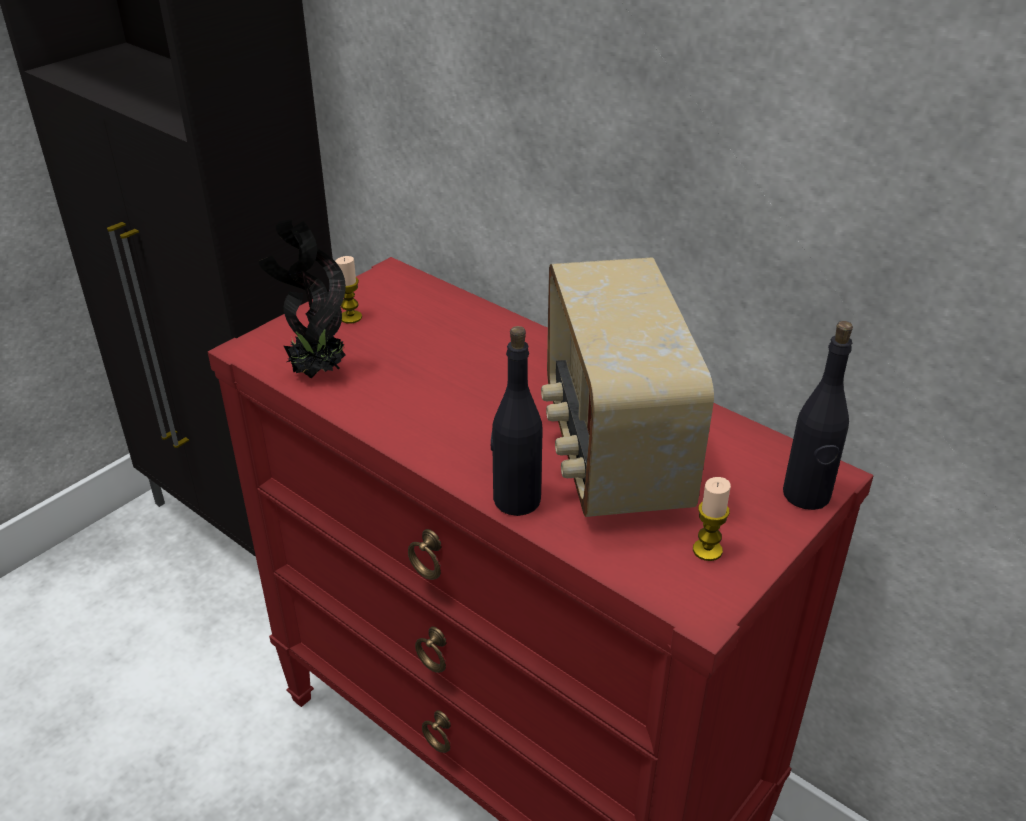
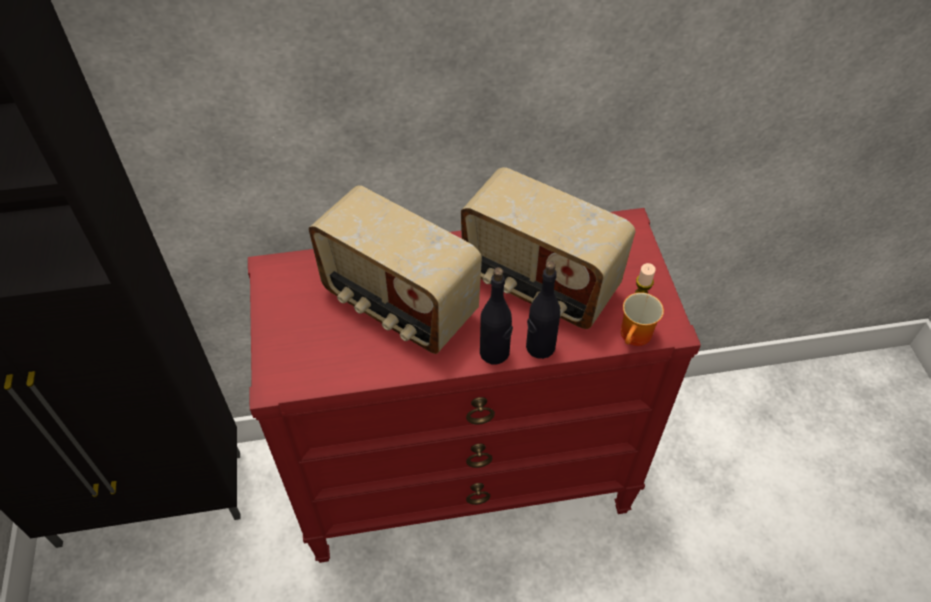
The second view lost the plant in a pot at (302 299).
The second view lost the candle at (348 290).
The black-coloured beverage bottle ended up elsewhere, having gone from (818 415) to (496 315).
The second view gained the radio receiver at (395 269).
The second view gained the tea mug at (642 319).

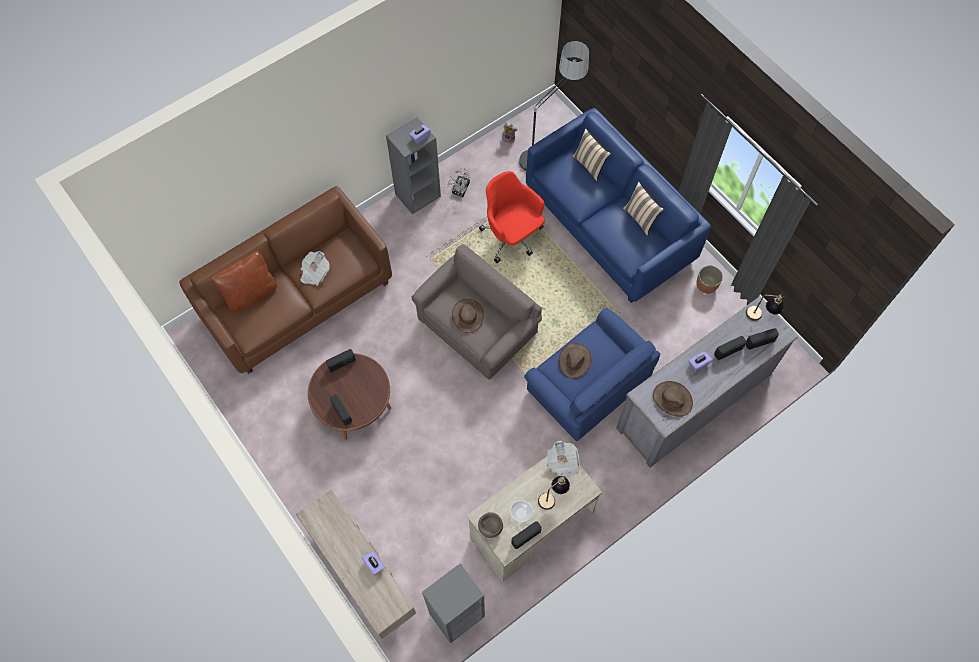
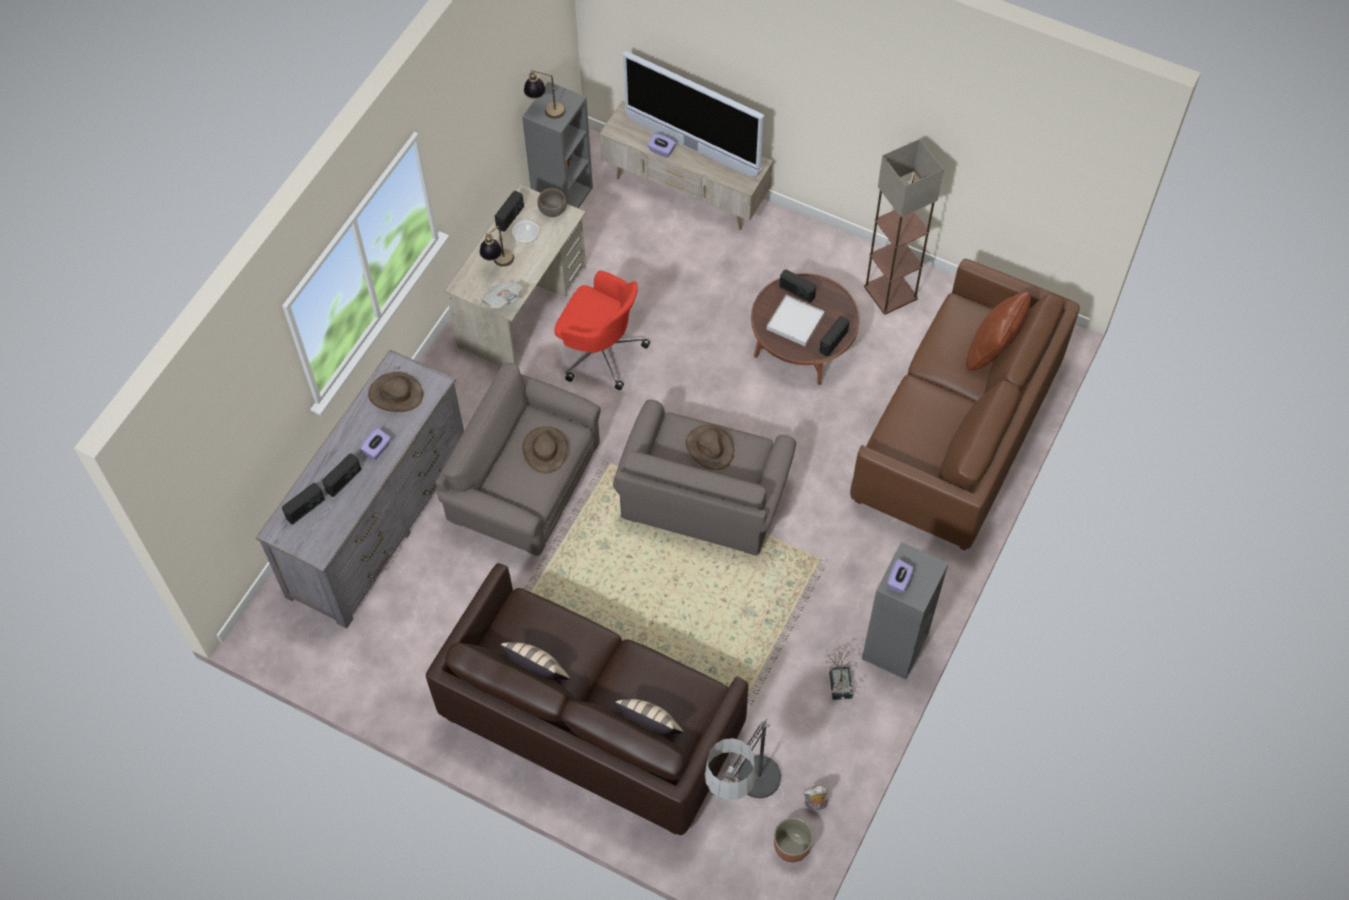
What was the blue couch at (618 205) turned into the brown-coloured couch at (587 699).
The red desk chair ended up elsewhere, having gone from (512 217) to (602 330).
The second view lost the printed paper at (315 268).
The plant pot ended up elsewhere, having gone from (710 279) to (793 840).
The tabletop lamp ended up elsewhere, having gone from (765 308) to (545 94).
What was the blue lounge chair at (592 374) turned into the gray lounge chair at (518 459).
The second view gained the TV at (693 114).
The second view gained the standard lamp at (904 227).
The second view gained the white carrying tray at (796 320).

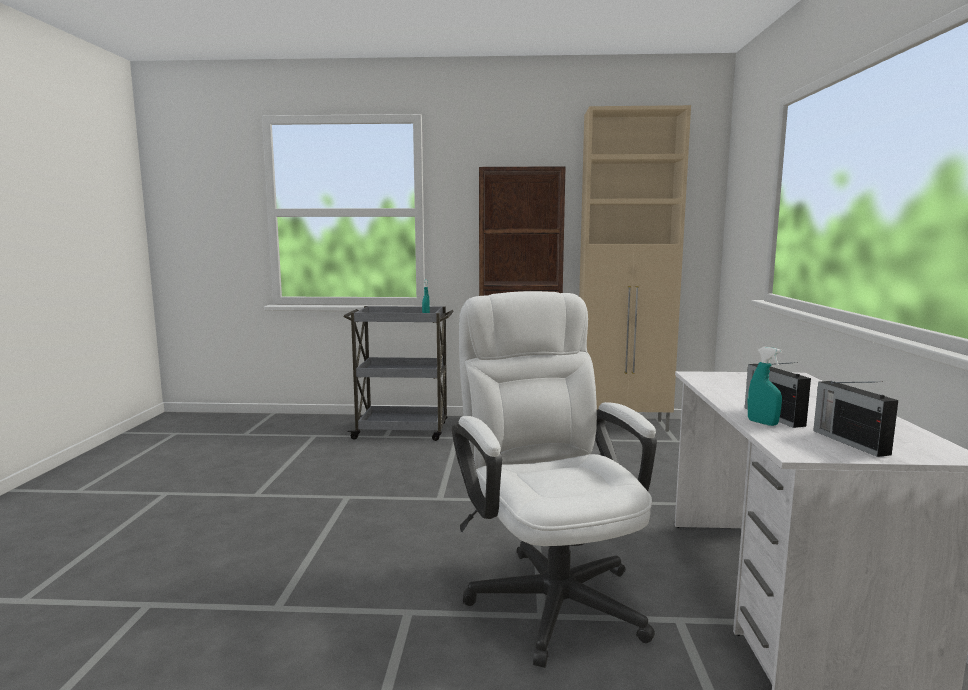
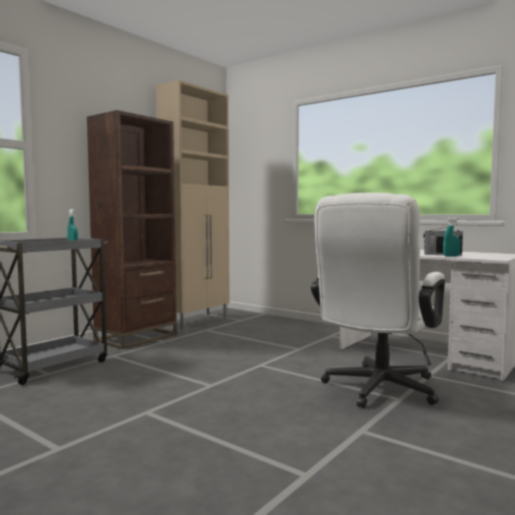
The white desk chair at (554 479) ended up facing another way, 75 degrees counterclockwise from before.
The second view lost the radio receiver at (855 419).

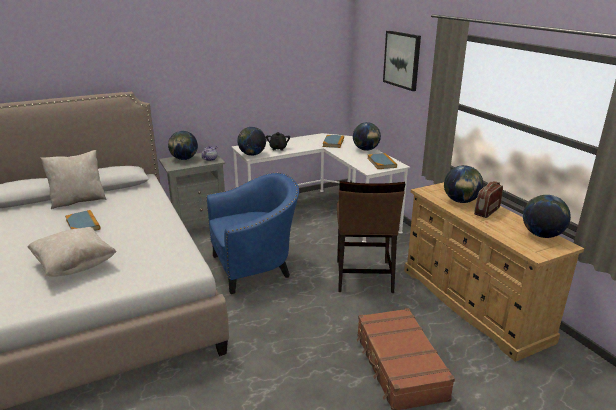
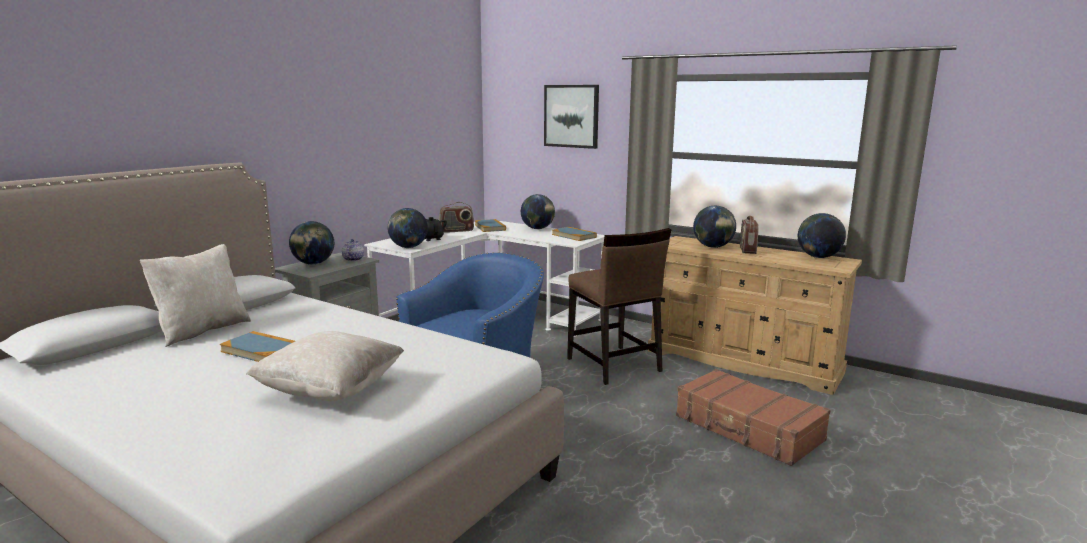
The second view gained the radio receiver at (456 217).

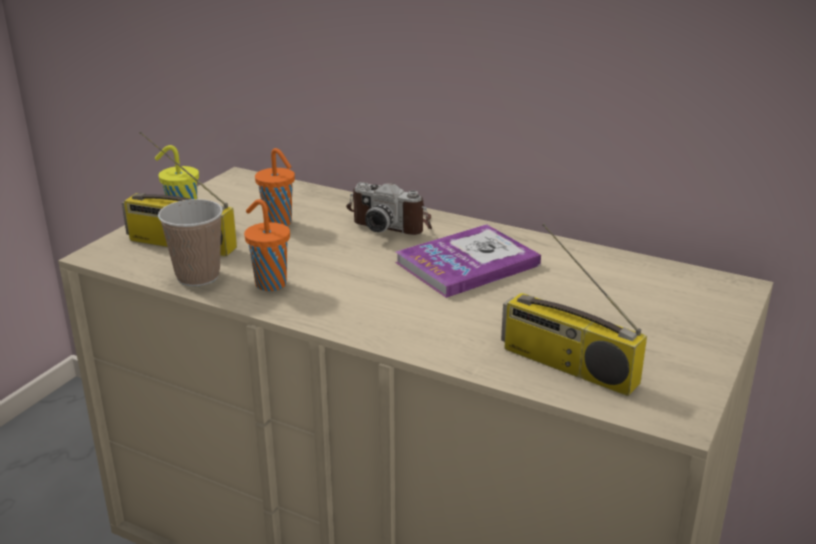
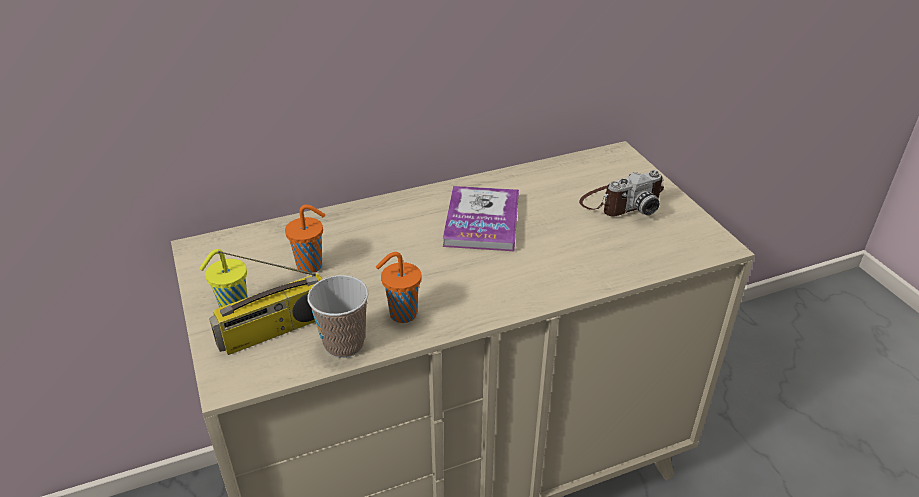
The photo camera ended up elsewhere, having gone from (389 208) to (621 193).
The second view lost the radio receiver at (574 310).

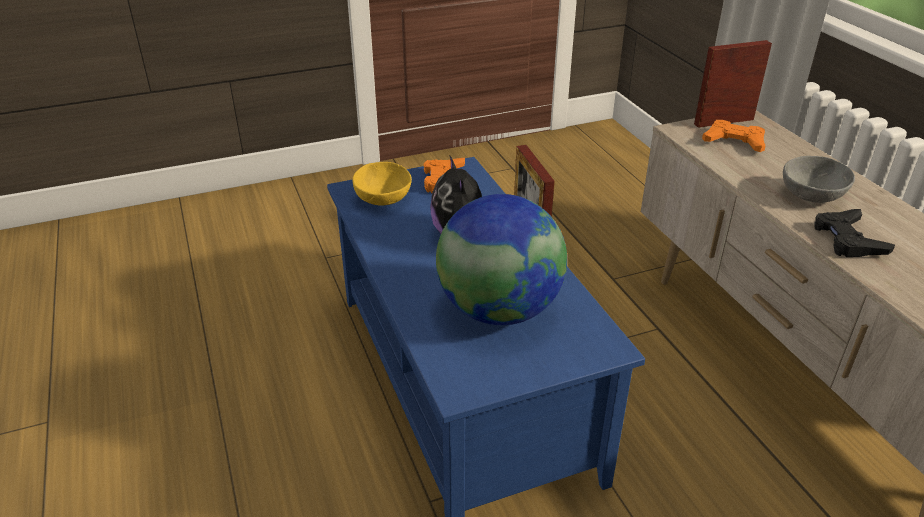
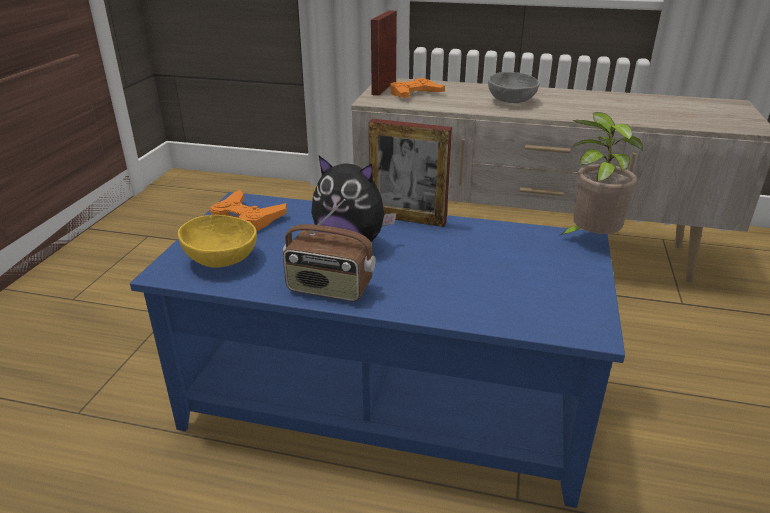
The second view lost the globe at (501 259).
The second view lost the black-coloured gamepad at (854 233).
The second view gained the plant in a pot at (601 174).
The second view gained the radio receiver at (329 250).

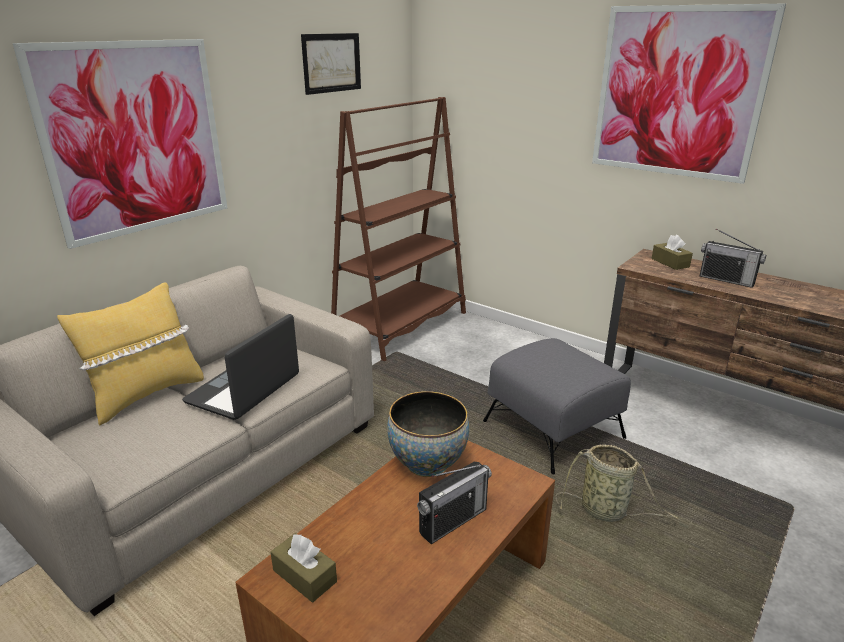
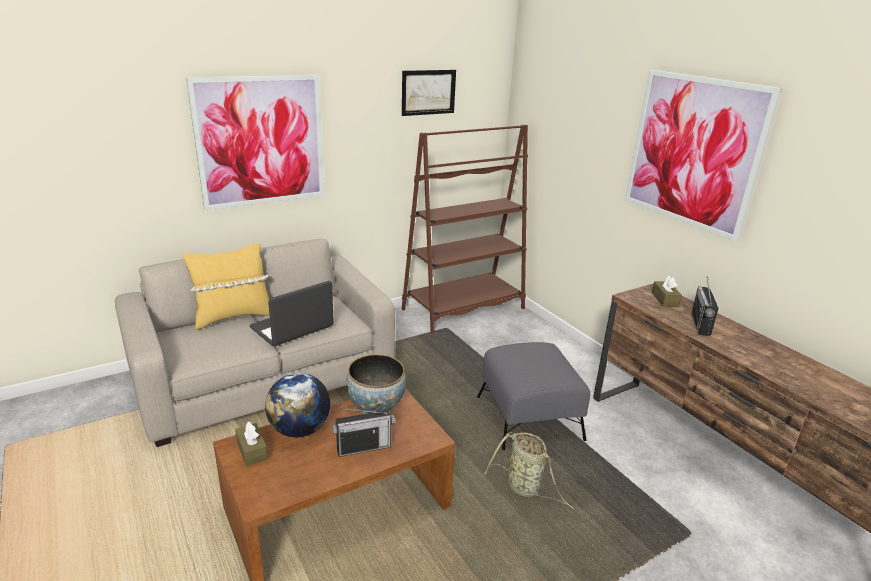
The radio receiver at (733 258) ended up facing another way, 45 degrees clockwise from before.
The second view gained the globe at (297 405).

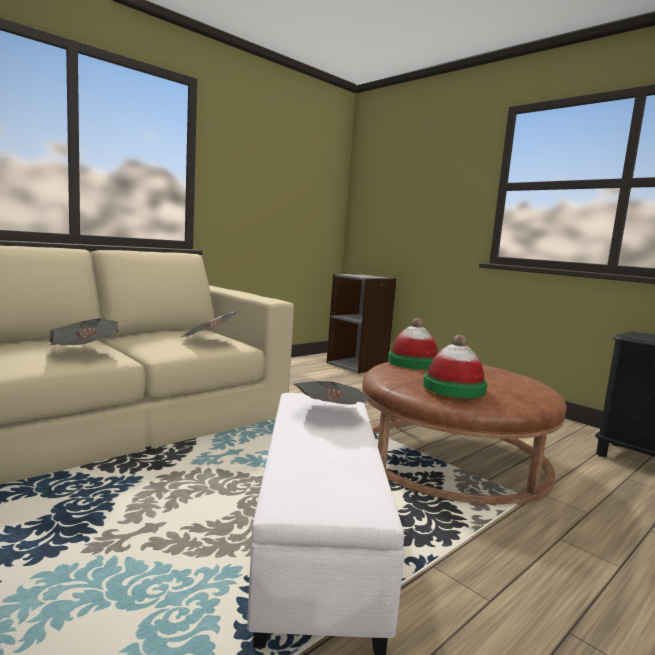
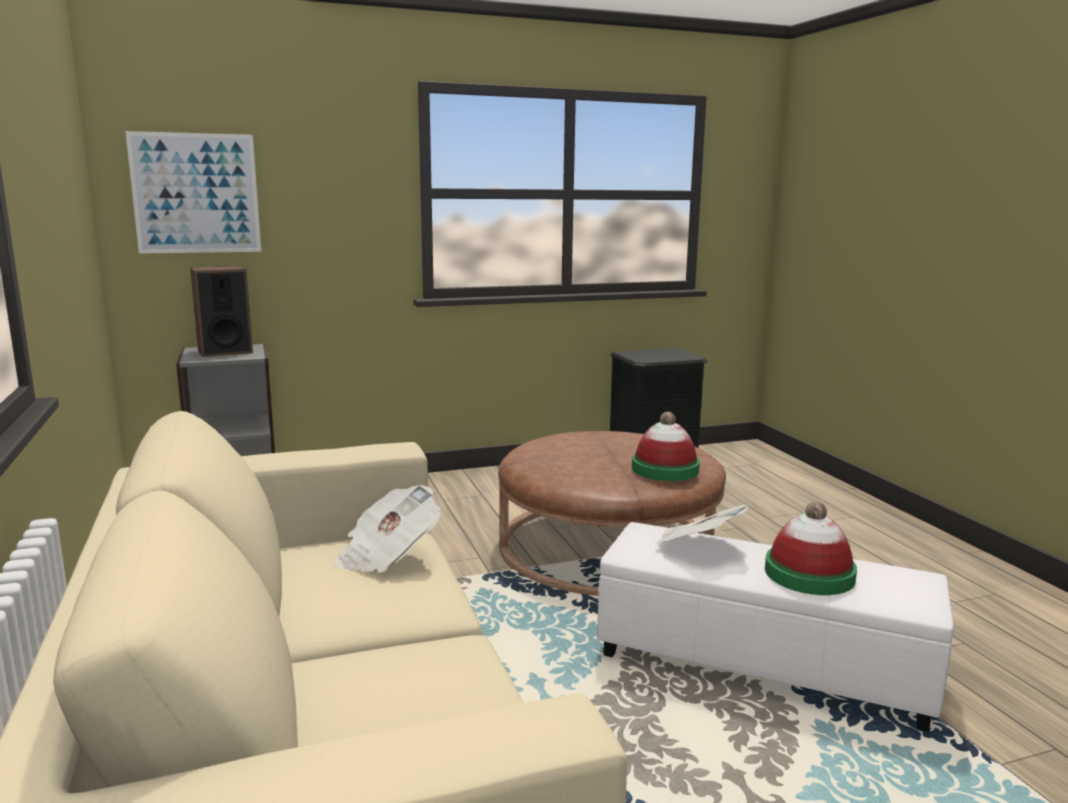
The second view lost the printed paper at (83 331).
The wearable hat ended up elsewhere, having gone from (413 344) to (811 548).
The second view gained the wall art at (193 192).
The second view gained the loudspeaker at (221 311).

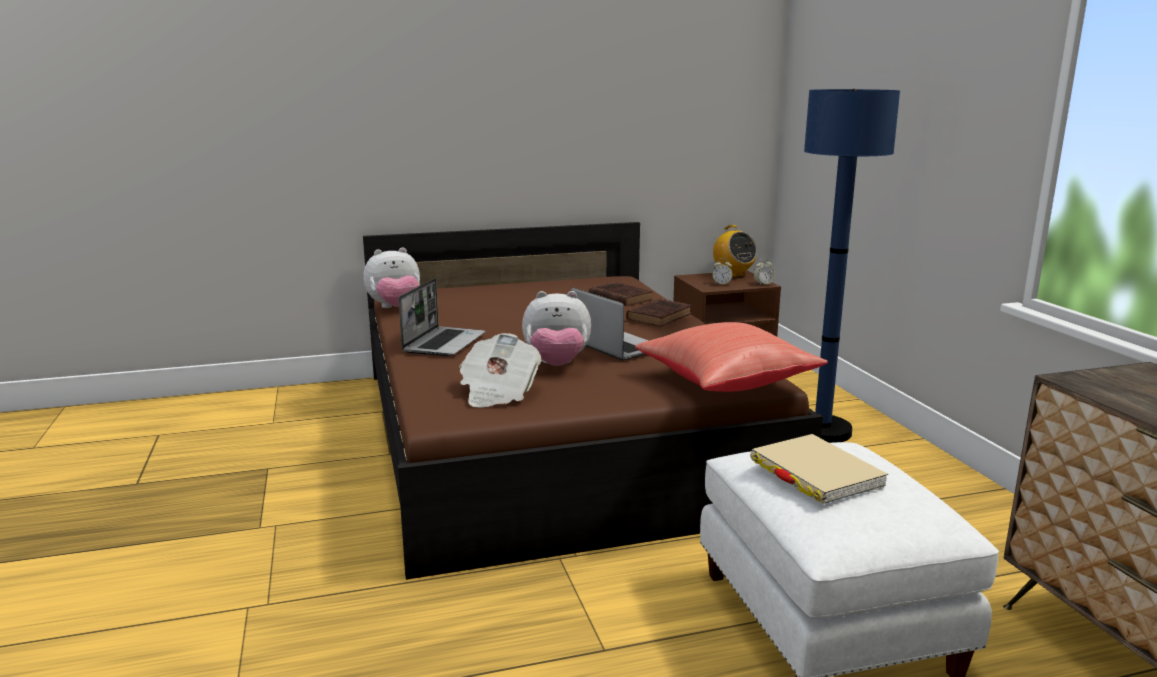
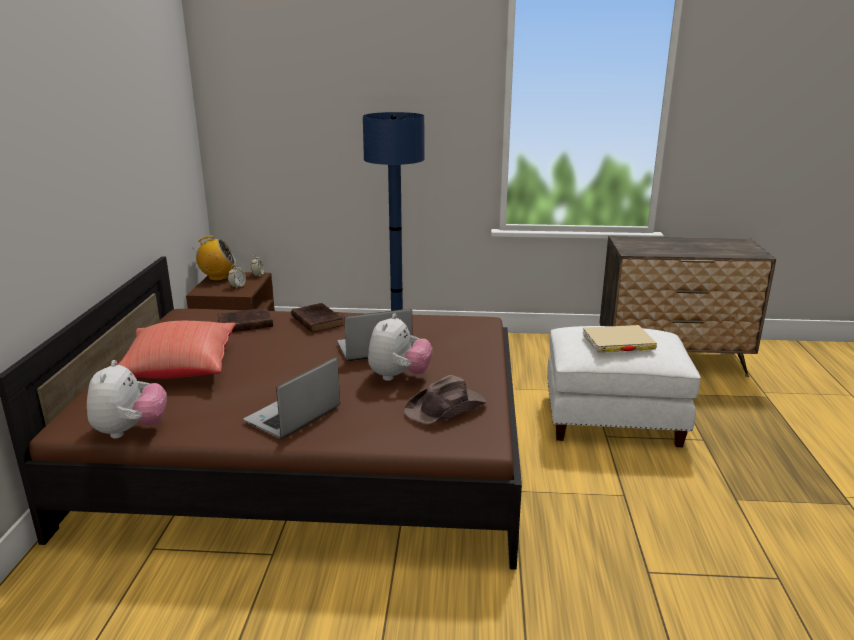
The laptop at (442 317) ended up facing another way, 90 degrees counterclockwise from before.
The red throw pillow ended up elsewhere, having gone from (731 357) to (177 350).
Where the printed paper stood at (500 370), the brown-coloured wearable hat came to stand at (445 399).

